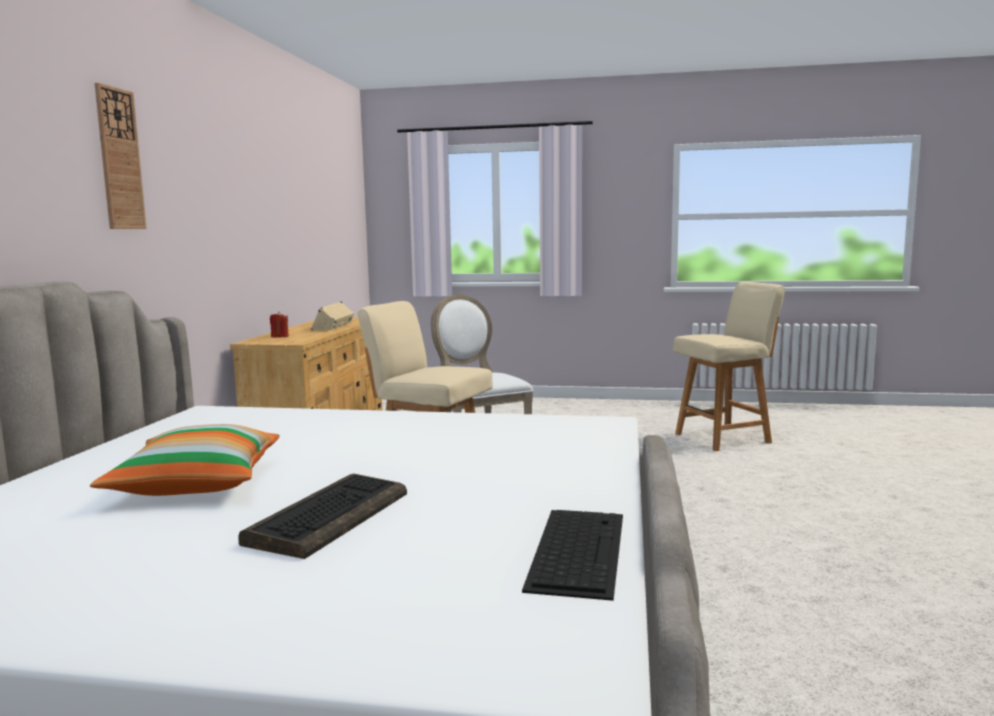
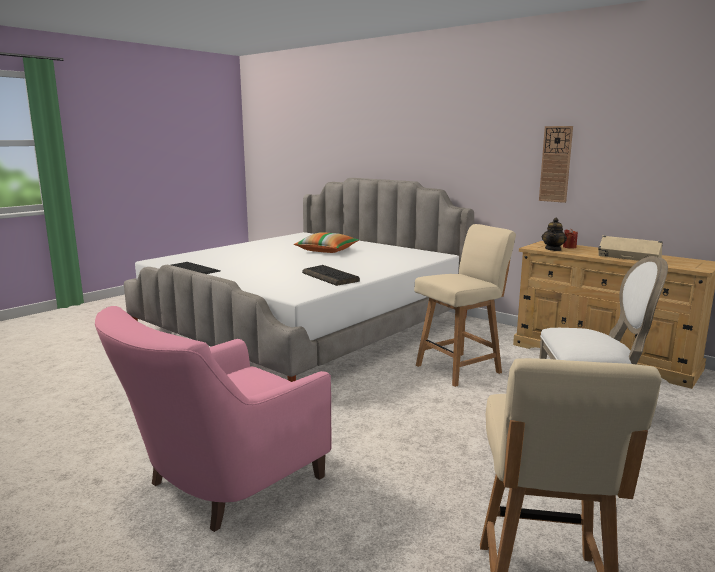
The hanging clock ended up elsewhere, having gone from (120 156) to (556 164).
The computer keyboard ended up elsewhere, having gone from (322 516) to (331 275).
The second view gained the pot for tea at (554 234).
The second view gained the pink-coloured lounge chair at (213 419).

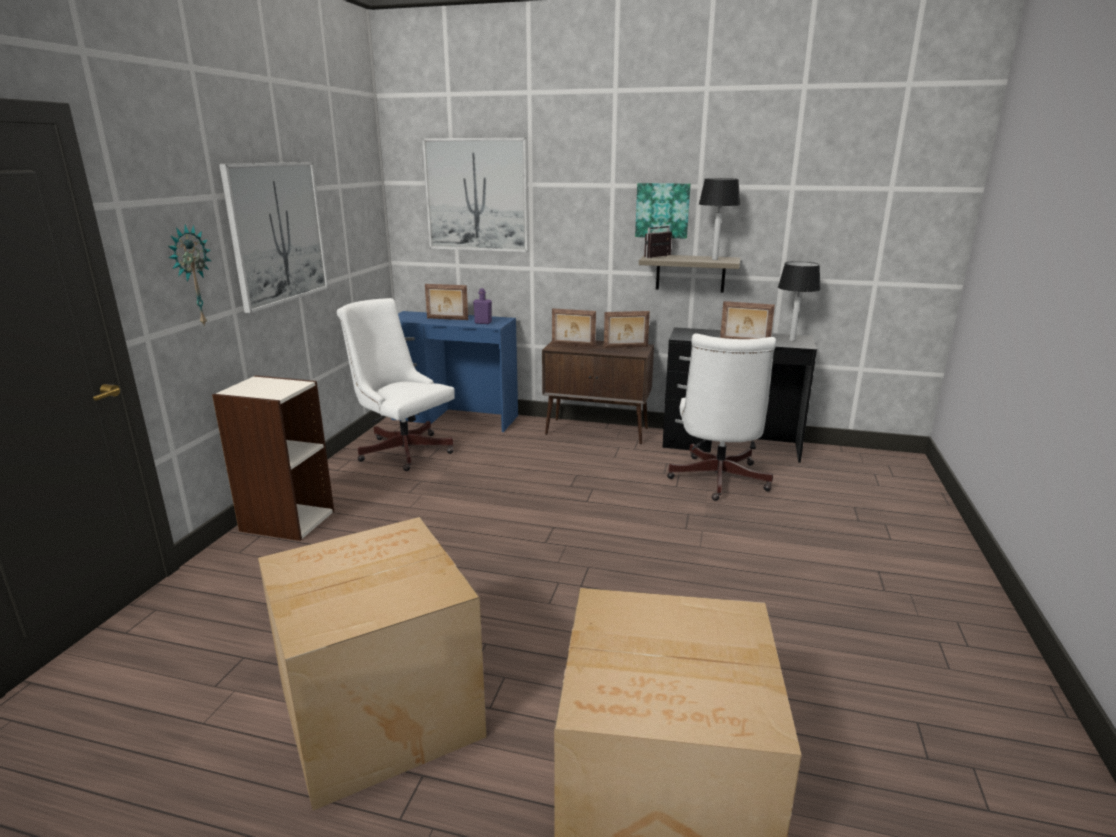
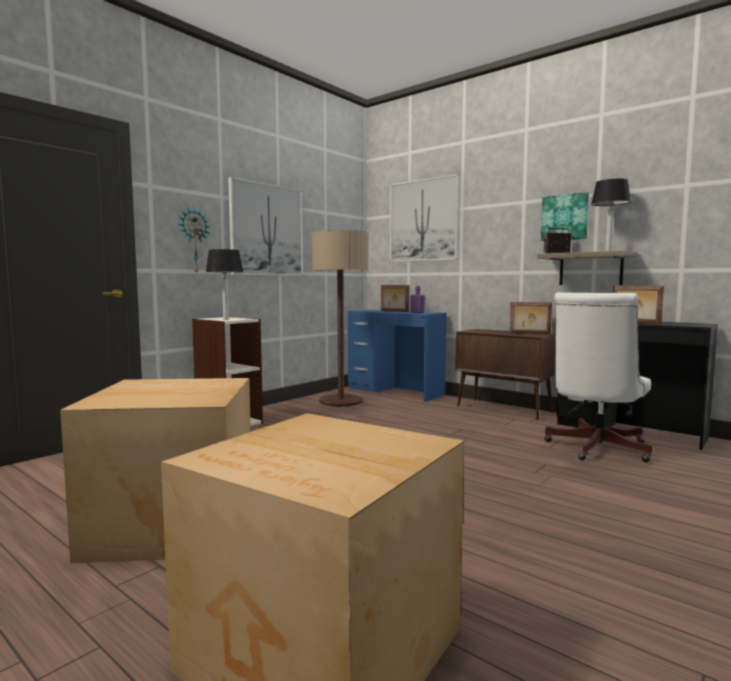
The tabletop lamp ended up elsewhere, having gone from (799 301) to (224 284).
Where the white desk chair stood at (396 384), the standard lamp came to stand at (340 318).
The second view lost the photo frame at (574 327).

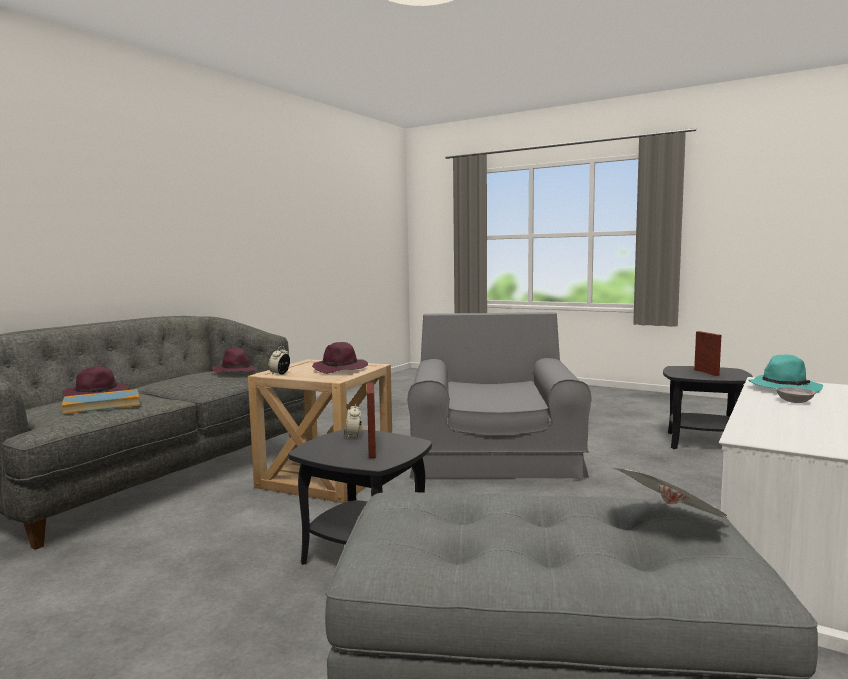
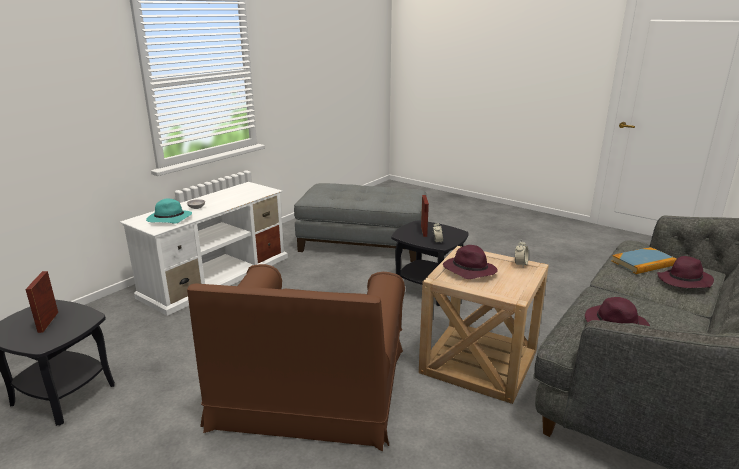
What was the gray lounge chair at (499 396) turned into the brown-coloured lounge chair at (296 358).
The second view lost the printed paper at (671 493).

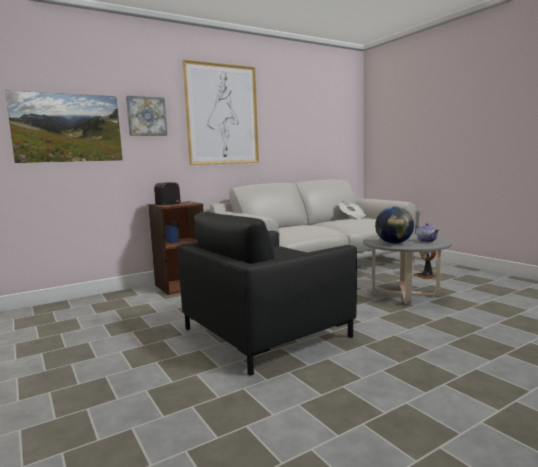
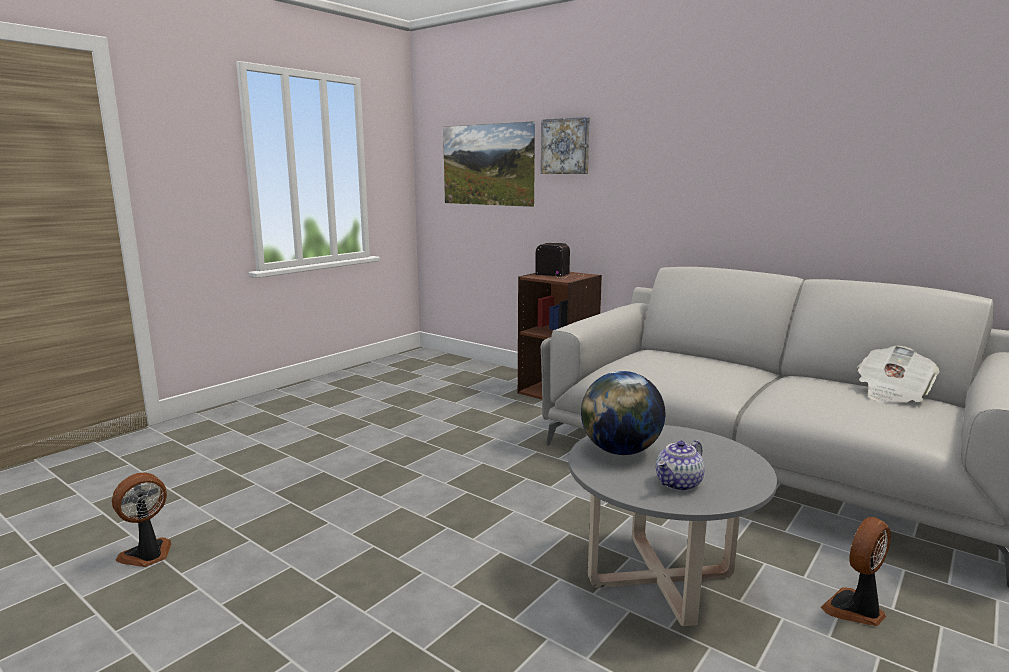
The second view lost the wall art at (221 112).
The second view lost the black-coloured lounge chair at (267 294).
The second view gained the cooling fan at (141 520).

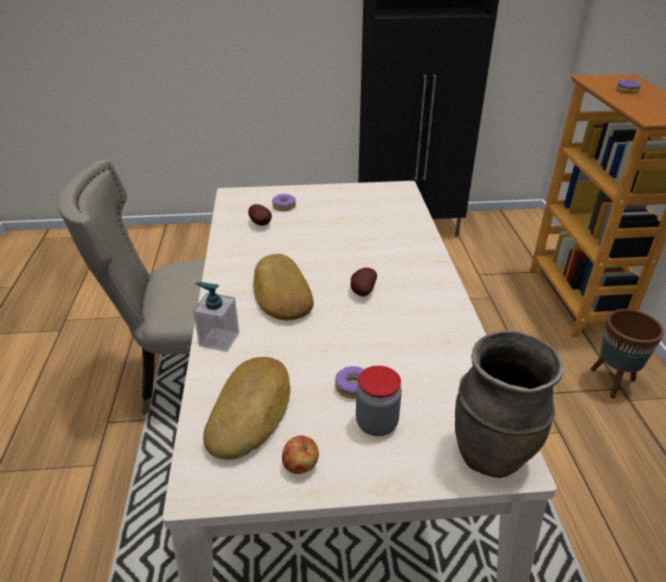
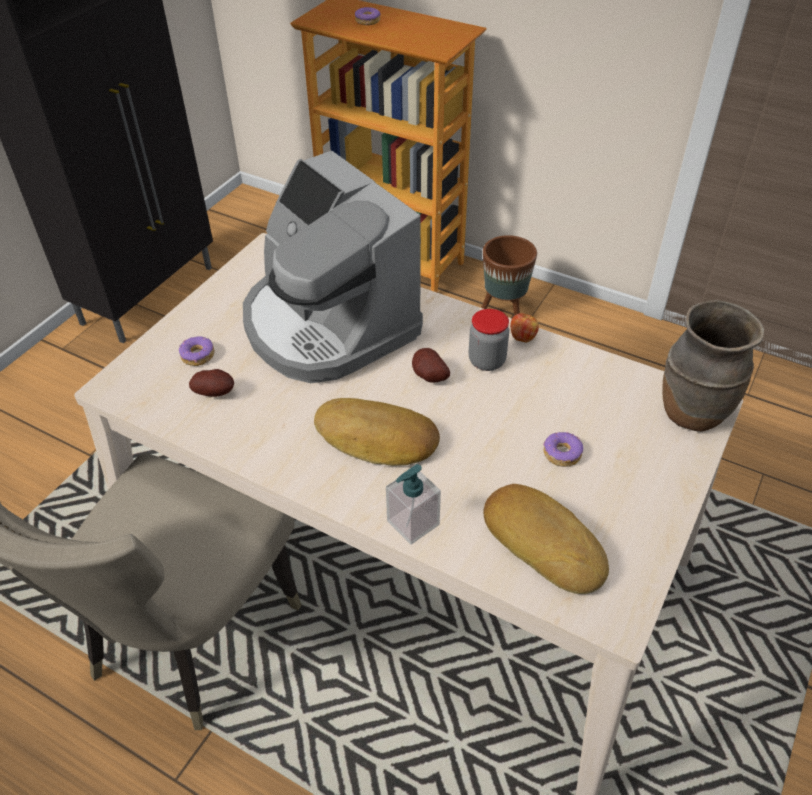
The jar ended up elsewhere, having gone from (379 401) to (489 340).
The whole apple ended up elsewhere, having gone from (300 454) to (524 328).
The second view gained the coffee maker at (333 267).

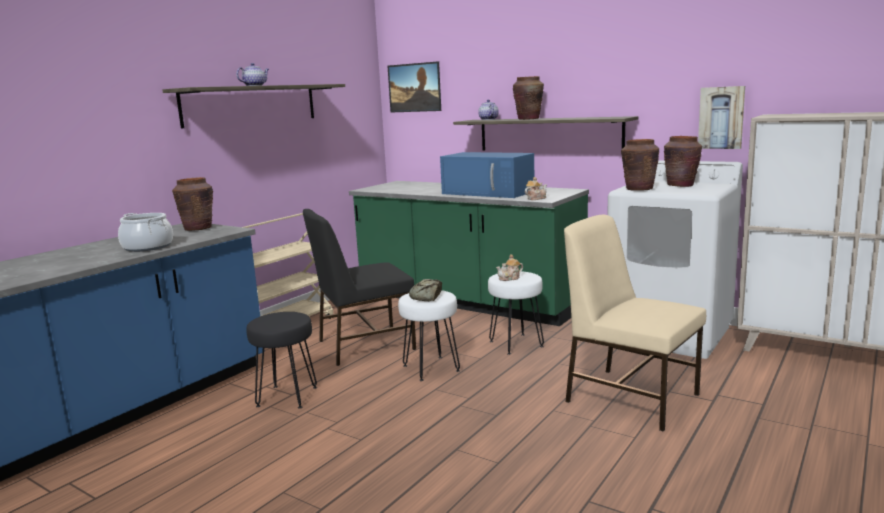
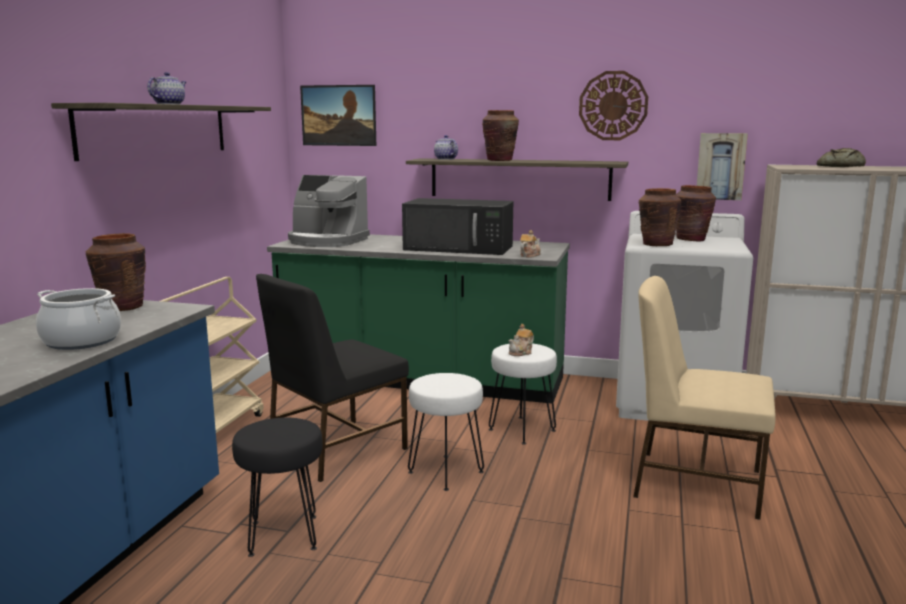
What was the blue kitchen microwave at (487 175) turned into the black-coloured kitchen microwave at (457 226).
The bakery bread ended up elsewhere, having gone from (425 290) to (841 157).
The second view gained the hanging clock at (613 105).
The second view gained the coffee maker at (329 211).

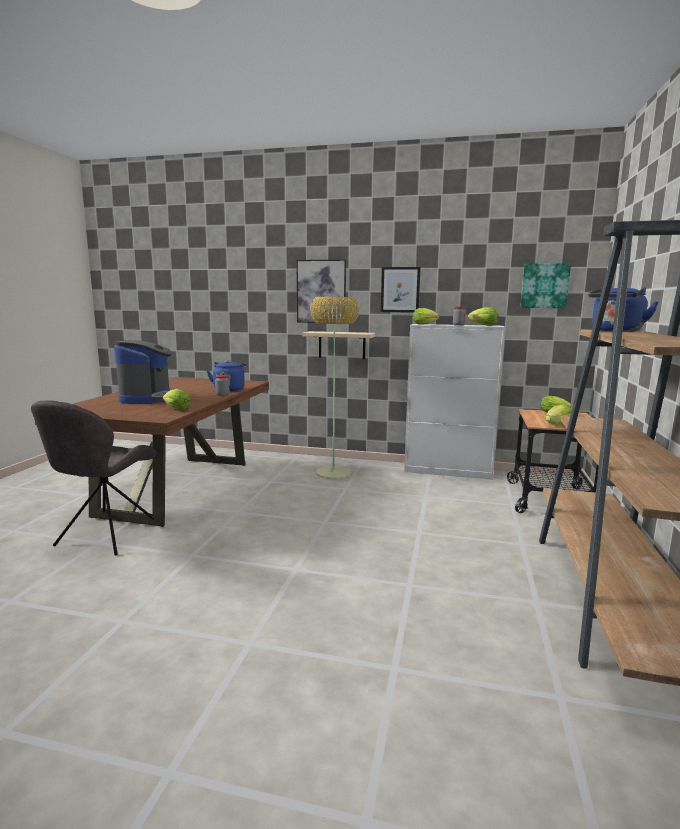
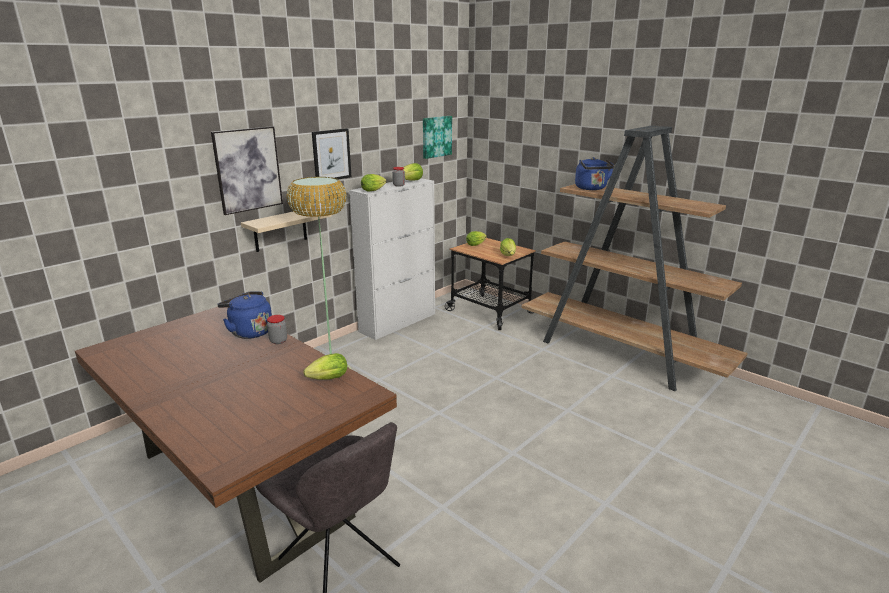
The second view lost the coffee maker at (143 372).

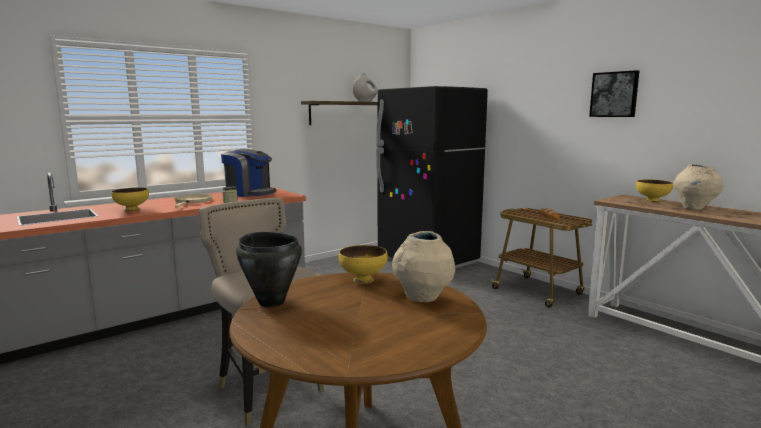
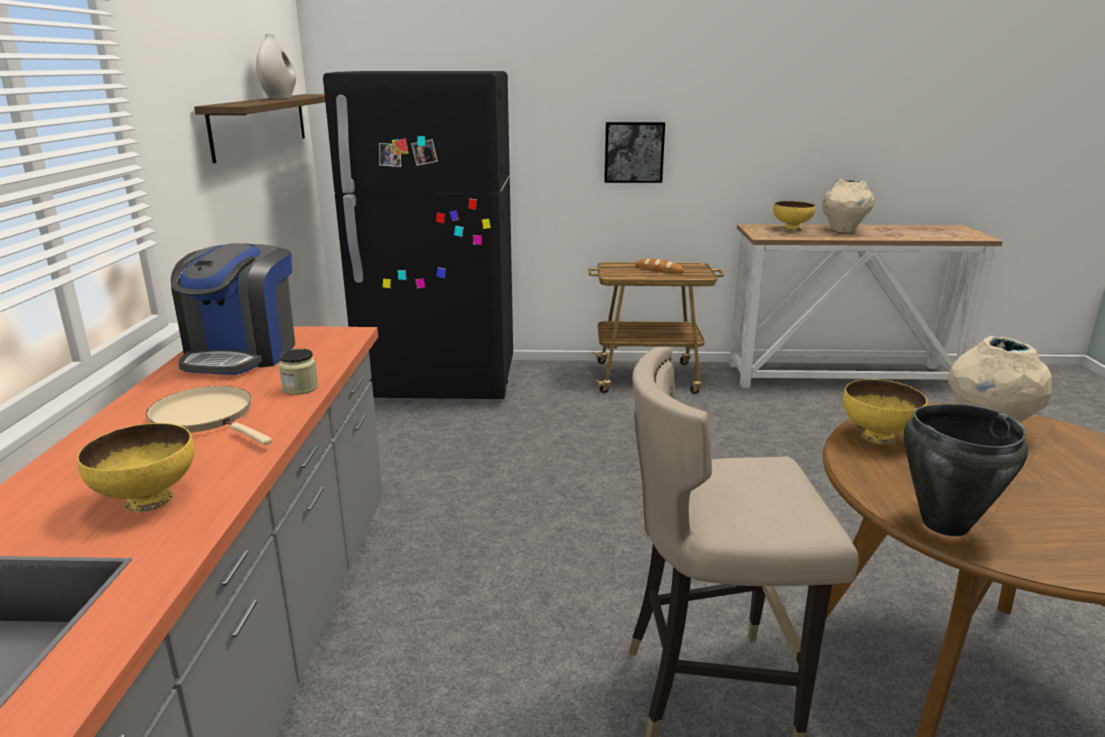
The wall art ended up elsewhere, having gone from (614 93) to (634 152).
The coffee maker at (248 173) ended up facing another way, 120 degrees clockwise from before.

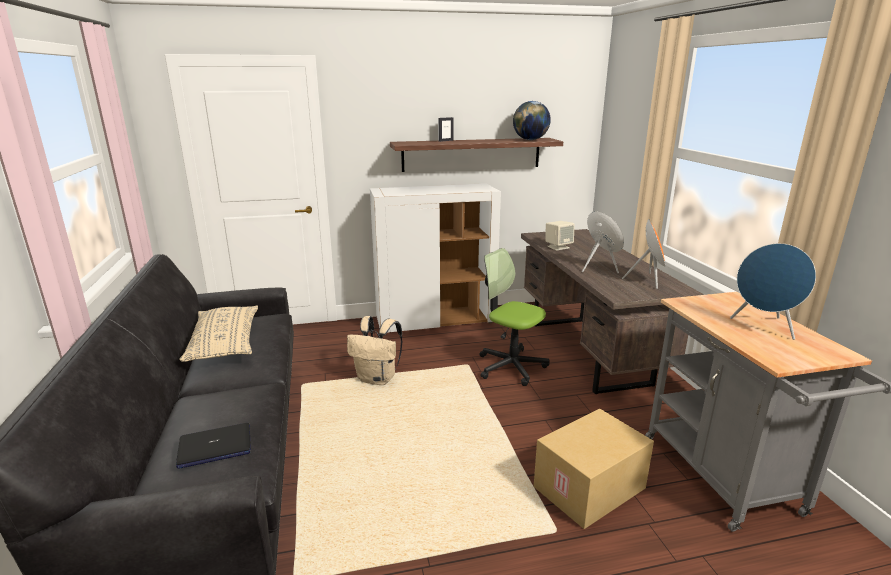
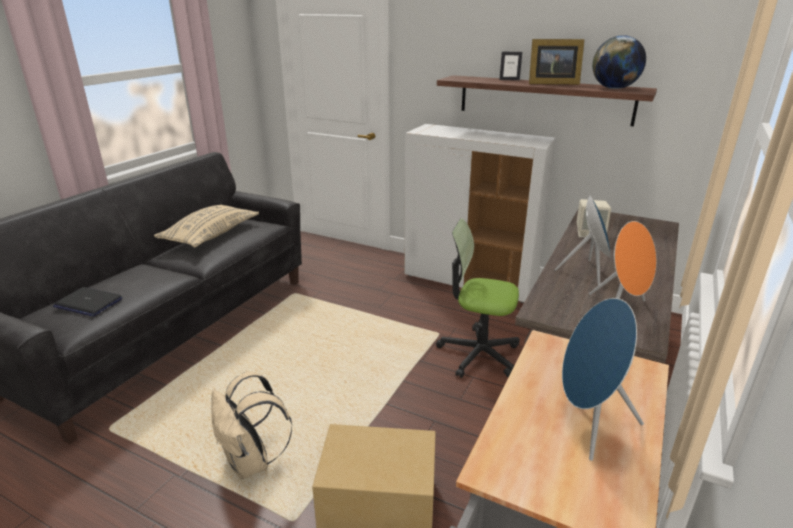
The desk chair at (514 317) ended up facing another way, 60 degrees counterclockwise from before.
The beige rucksack ended up elsewhere, having gone from (374 350) to (251 425).
The second view gained the photo frame at (557 62).

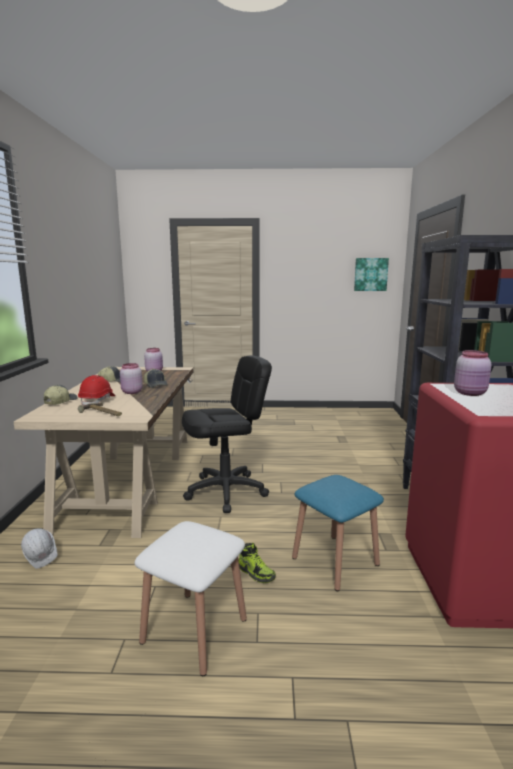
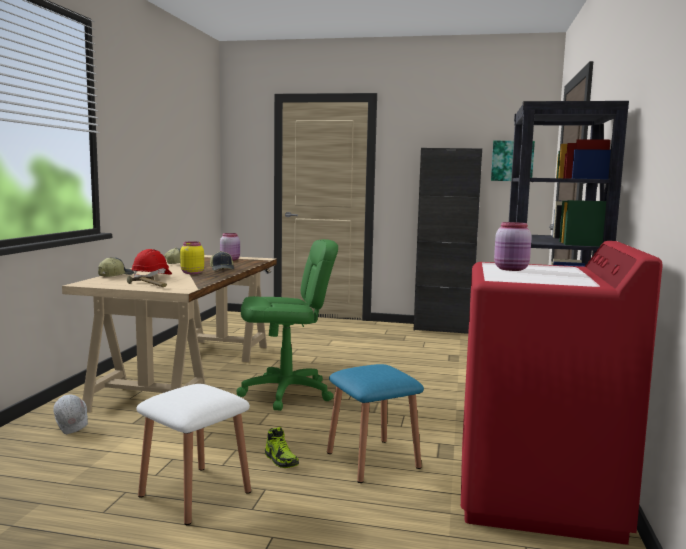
What was the black-coloured desk chair at (227 434) turned into the greenish desk chair at (287 325).
What was the pink-coloured jar at (131 378) turned into the yellowish jar at (192 257).
The second view gained the black-coloured storage cabinet at (448 241).

